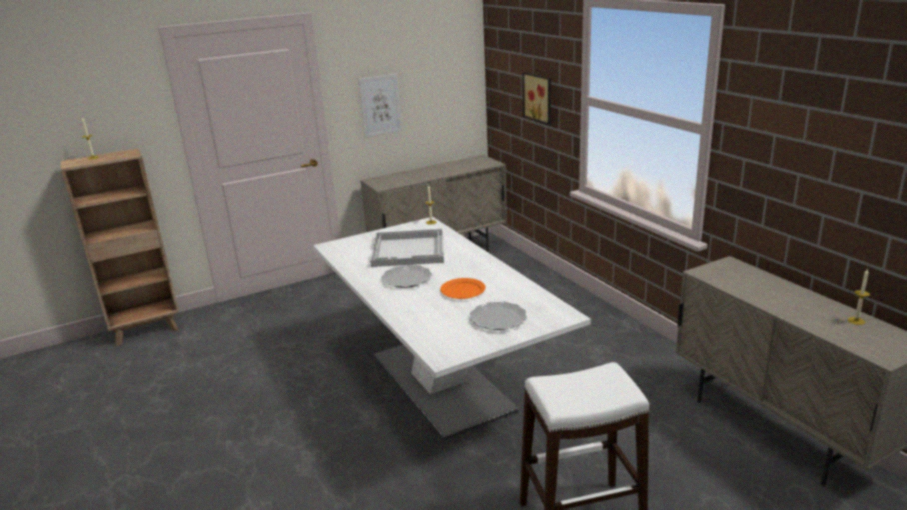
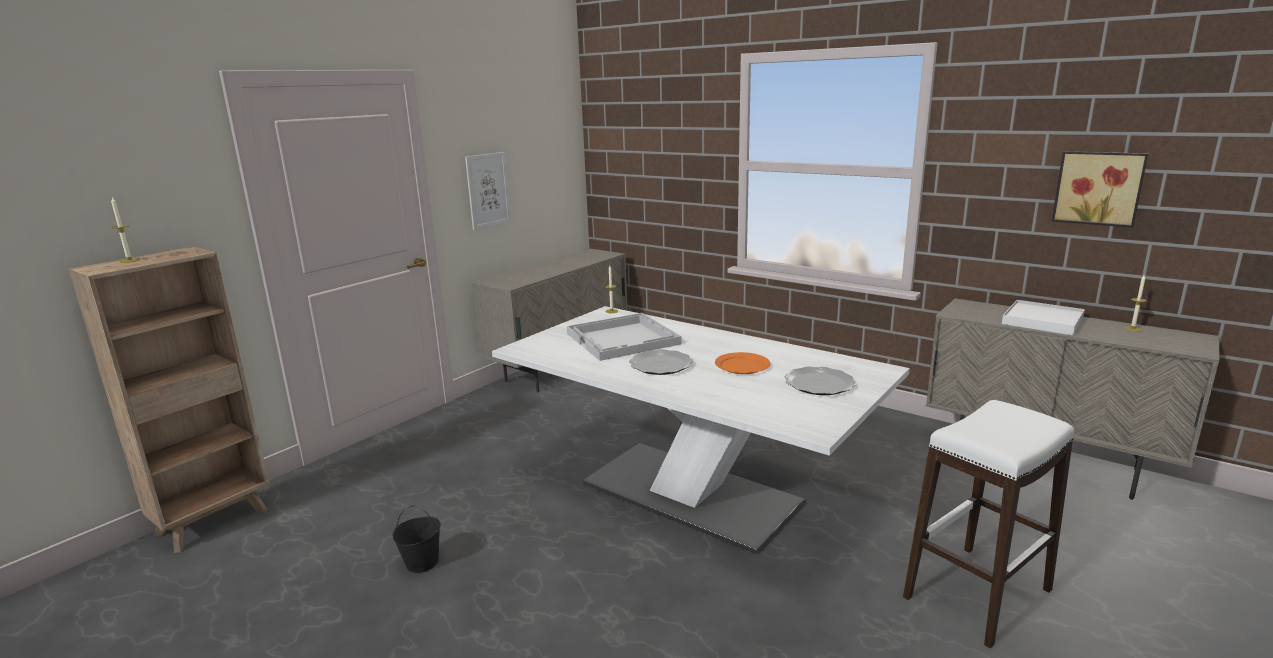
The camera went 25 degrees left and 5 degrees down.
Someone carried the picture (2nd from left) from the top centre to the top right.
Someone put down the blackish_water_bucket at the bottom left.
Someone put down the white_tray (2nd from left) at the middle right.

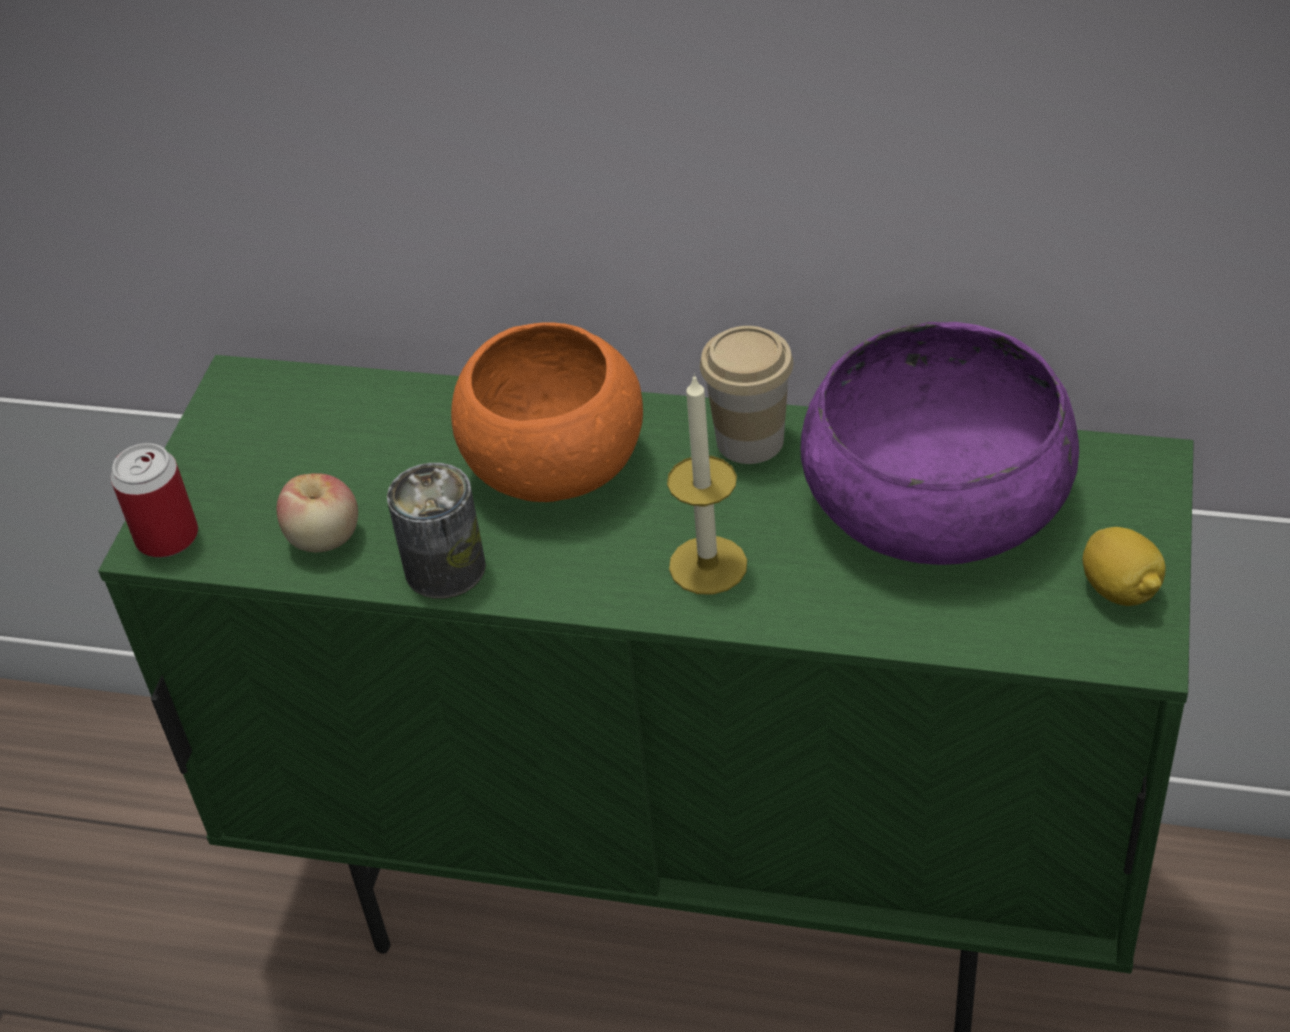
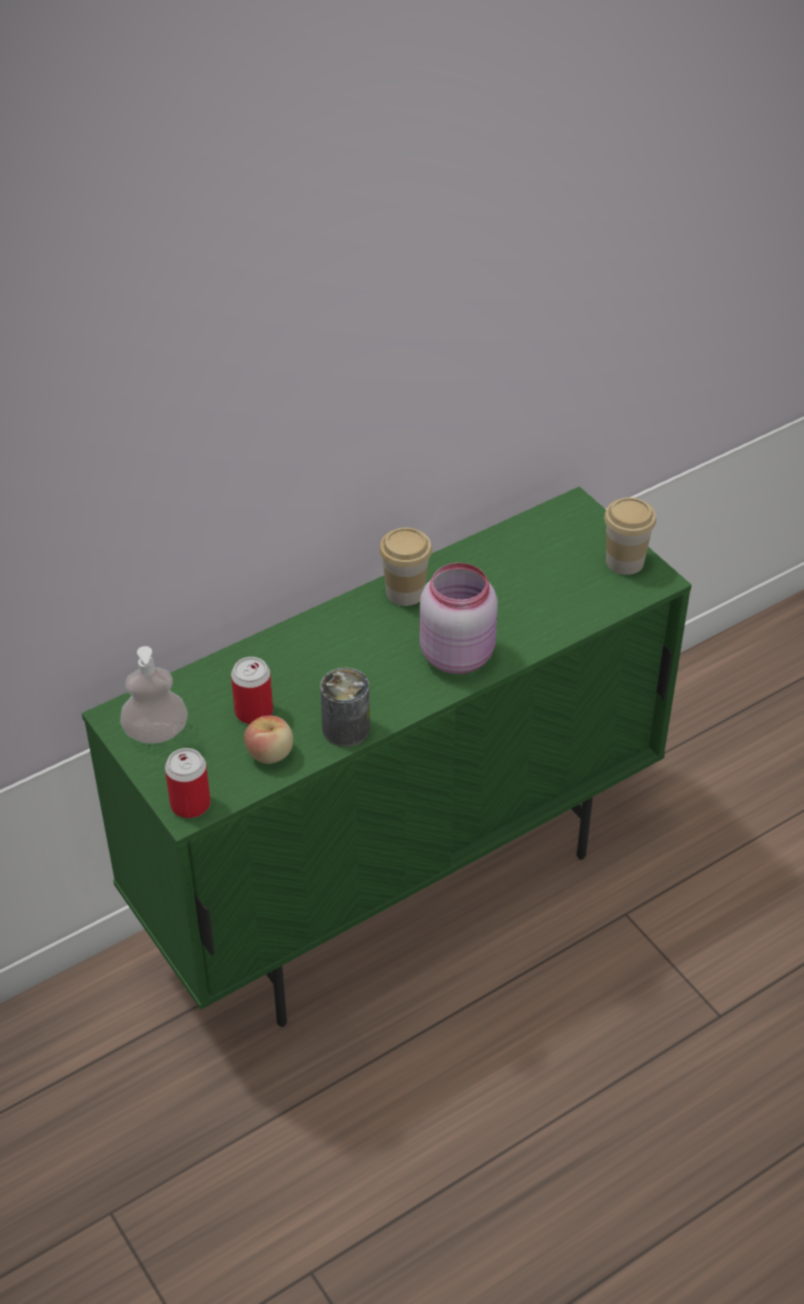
The camera went 50 degrees left and 0 degrees up.
Someone took away the orange-coloured_serving_bowl at the centre.
Someone swapped the wax_light at the centre for the pink-coloured_jar at the centre.
Someone took away the purplish_serving_bowl at the middle right.
Someone swapped the citrus_fruit at the middle right for the cup (2nd from left) at the middle right.
Someone put down the soap_bottle at the middle left.
Someone put down the sealed_can (2nd from left) at the middle left.

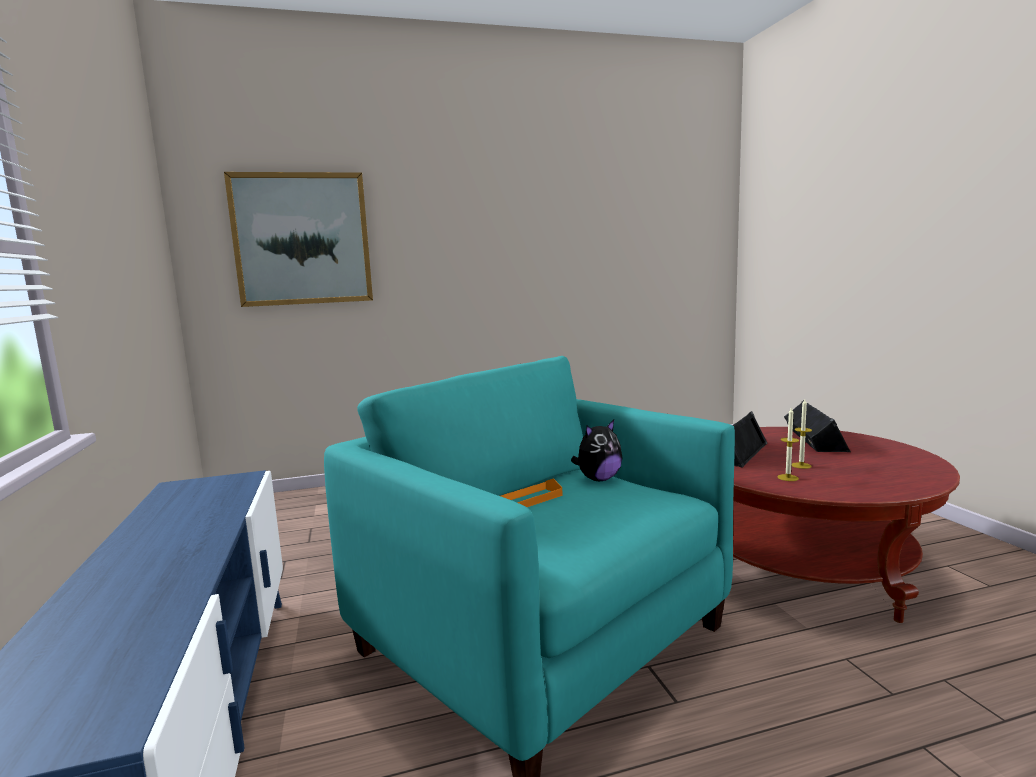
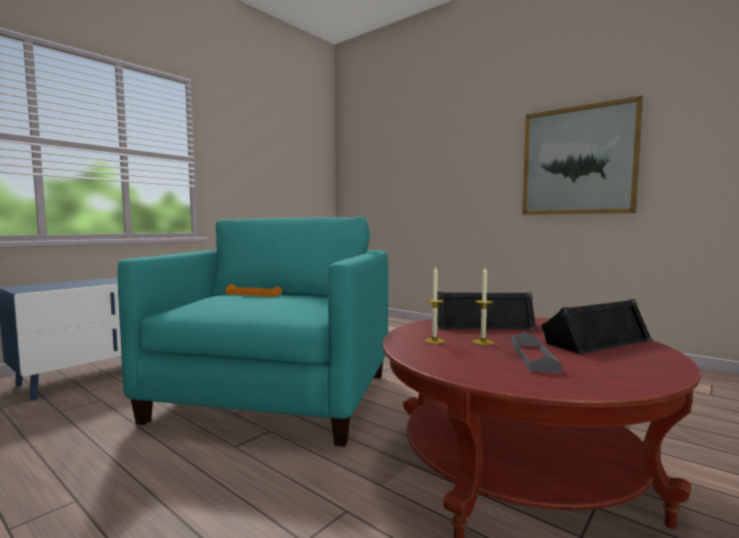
The camera went 55 degrees right and 5 degrees down.
Someone carried the picture from the top left to the top right.
Someone took away the soft_toy at the centre.
Someone put down the gray_tray at the middle right.

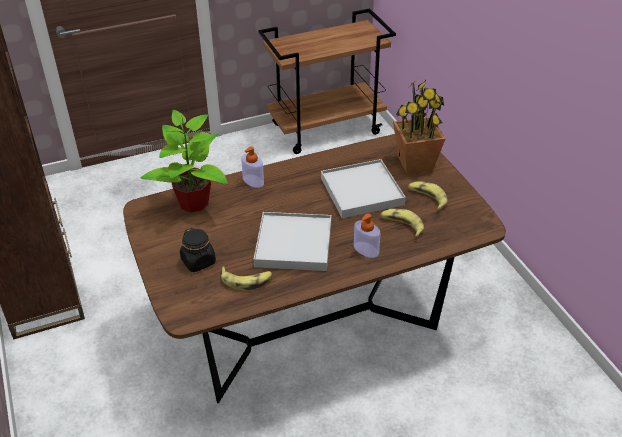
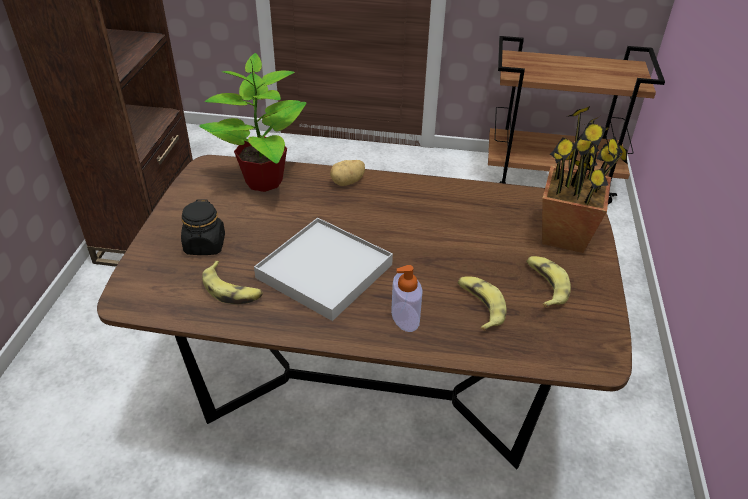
The camera went 30 degrees right and 0 degrees up.
Someone swapped the soap_bottle (1st from left) at the centre for the potato at the centre.
Someone took away the white_tray (2nd from left) at the centre.

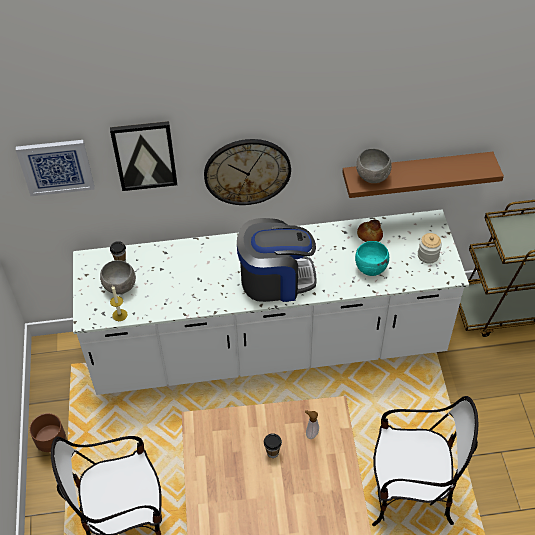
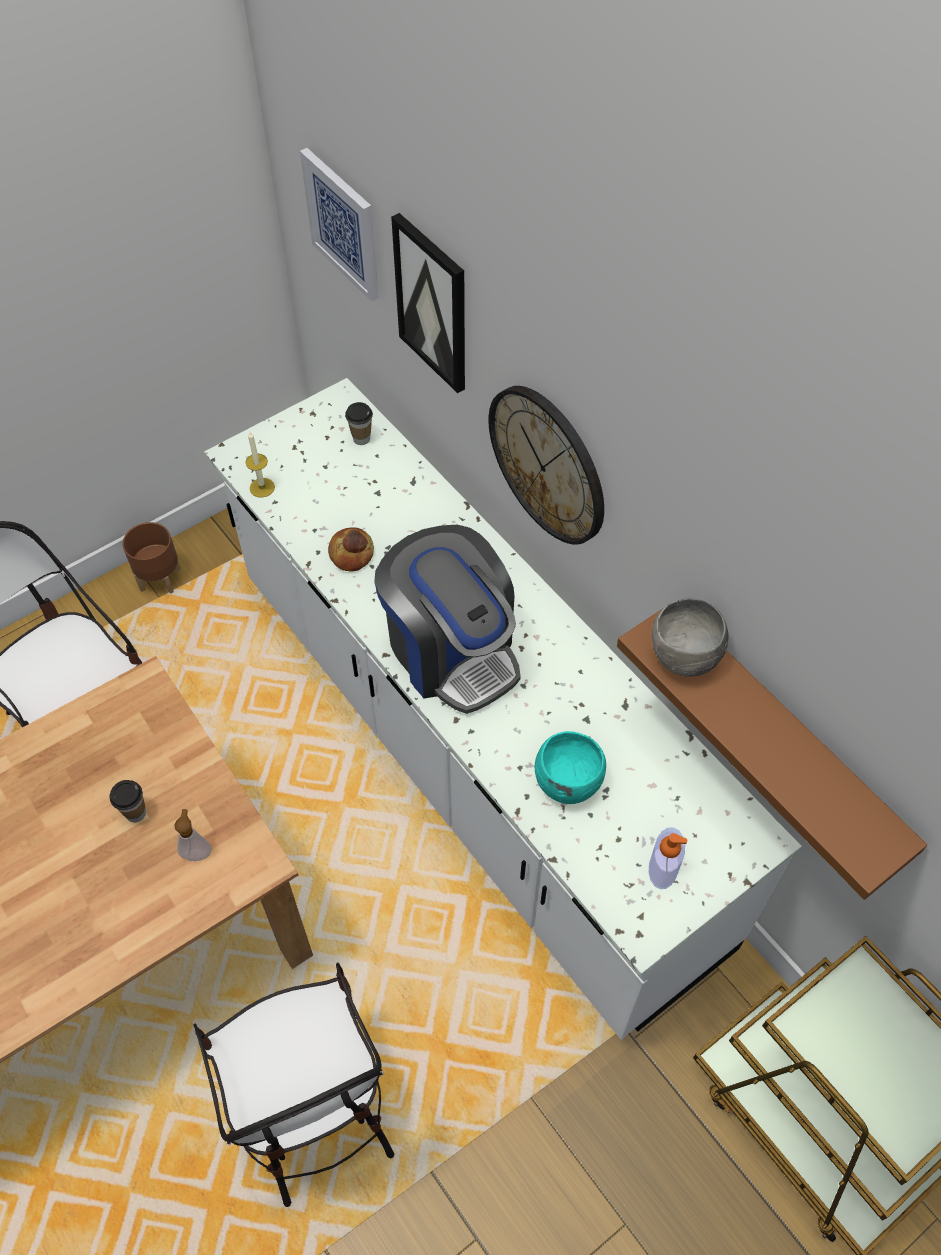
The camera went 60 degrees right and 5 degrees up.
Someone took away the gray_serving_bowl (1st from left) at the middle left.
Someone carried the bread from the middle right to the centre.
Someone swapped the jar at the middle right for the soap_bottle (2nd from left) at the bottom right.

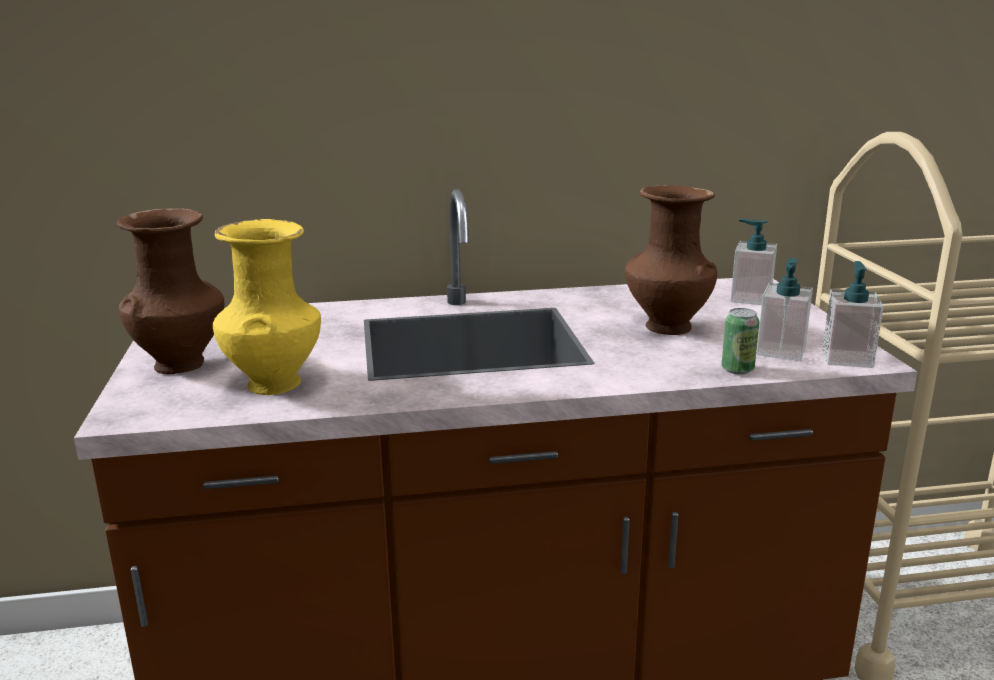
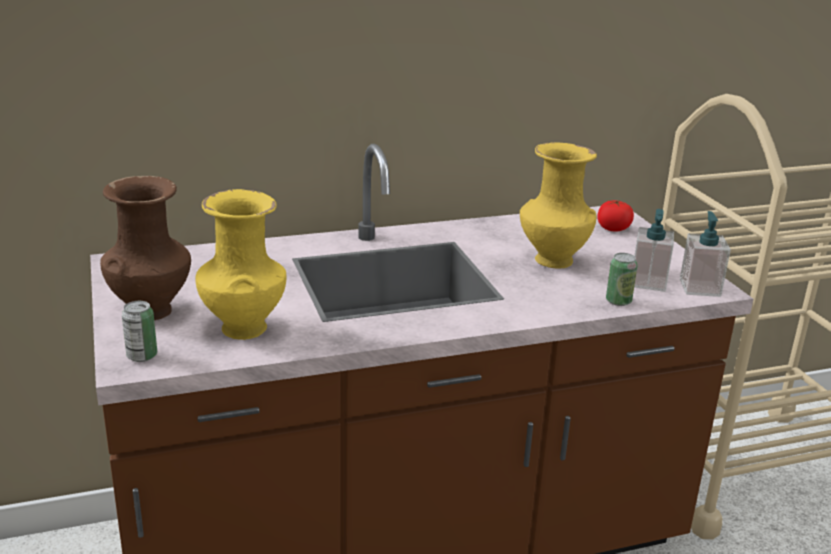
The camera went 10 degrees left and 5 degrees up.
Someone repainted the brownish_vase (2nd from left) at the middle right, which became the yellowish_vase (2nd from left) at the middle right.
Someone swapped the soap_bottle (1st from left) at the middle right for the fresh_tomato at the middle right.
Someone put down the sealed_can (1st from left) at the middle left.

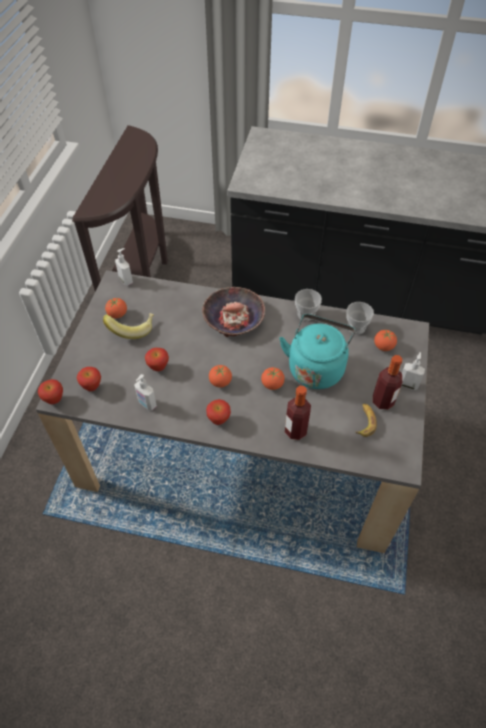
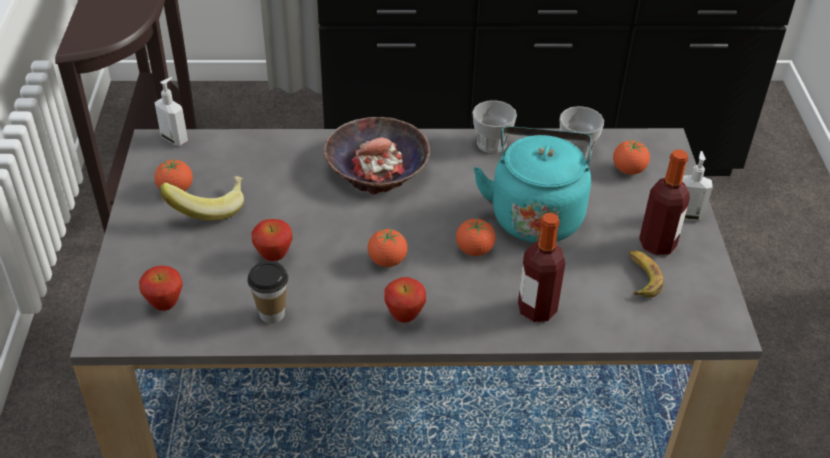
The camera went 15 degrees left and 10 degrees down.
Someone took away the whole_apple (1st from left) at the middle left.
Someone swapped the soap_bottle (2nd from left) at the middle left for the cup (1st from left) at the middle left.

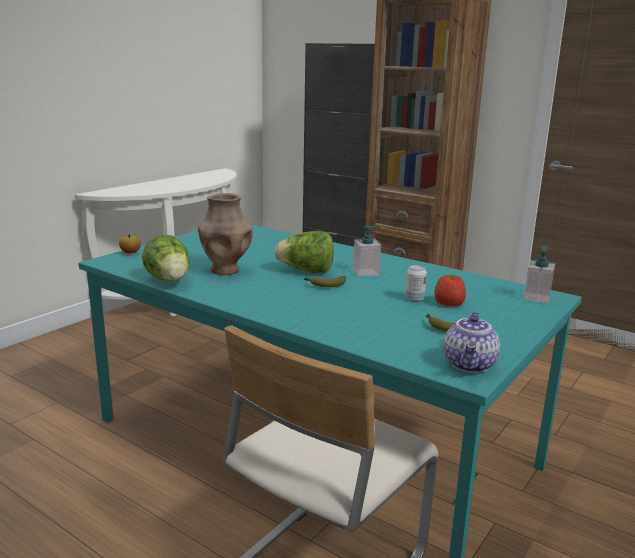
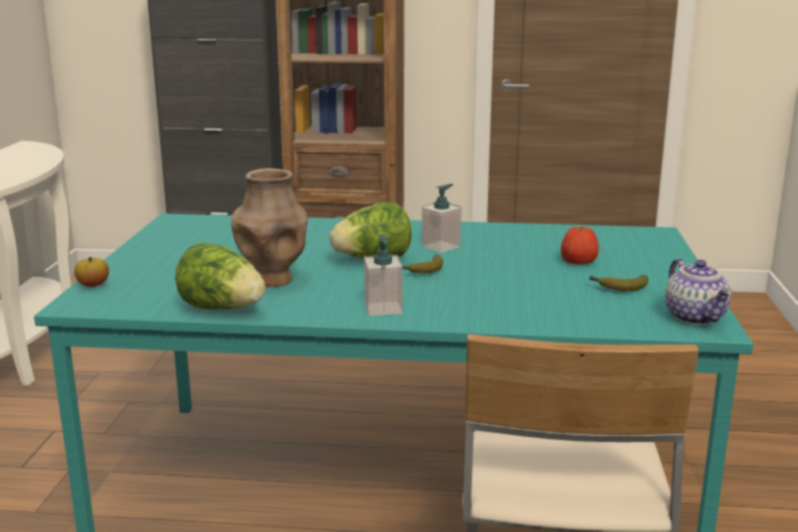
The camera went 30 degrees left and 0 degrees up.
Someone took away the sealed_can at the centre.
Someone carried the soap_bottle (2nd from left in the first image) from the middle right to the centre.

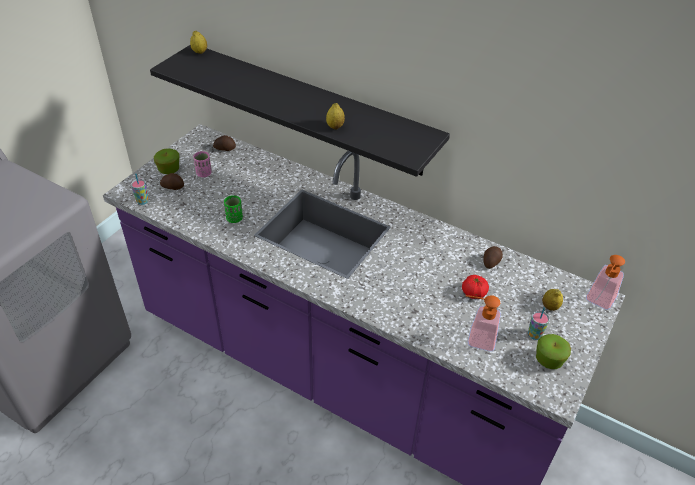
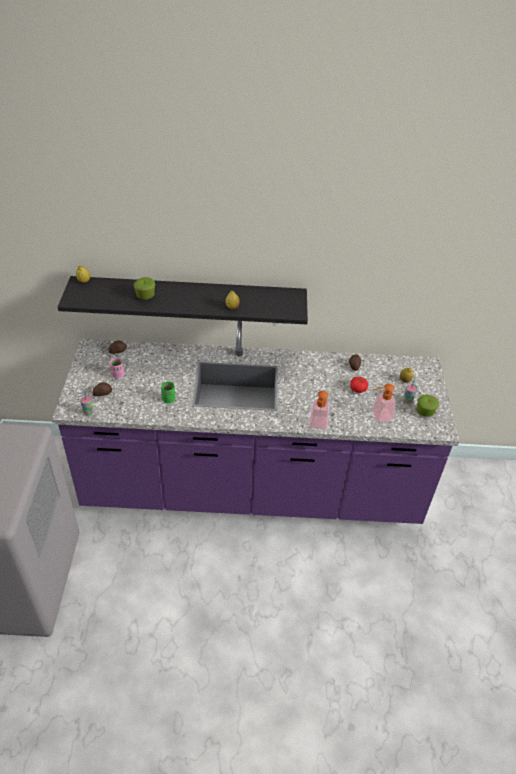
The camera went 30 degrees left and 0 degrees up.
Someone carried the whole_apple (1st from left) from the top left to the middle left.
Someone carried the soap_bottle (2nd from left in the first image) from the middle right to the centre.

